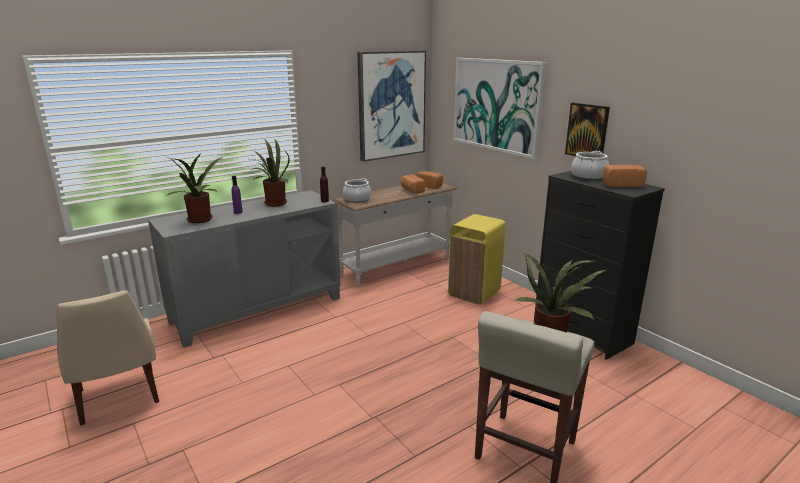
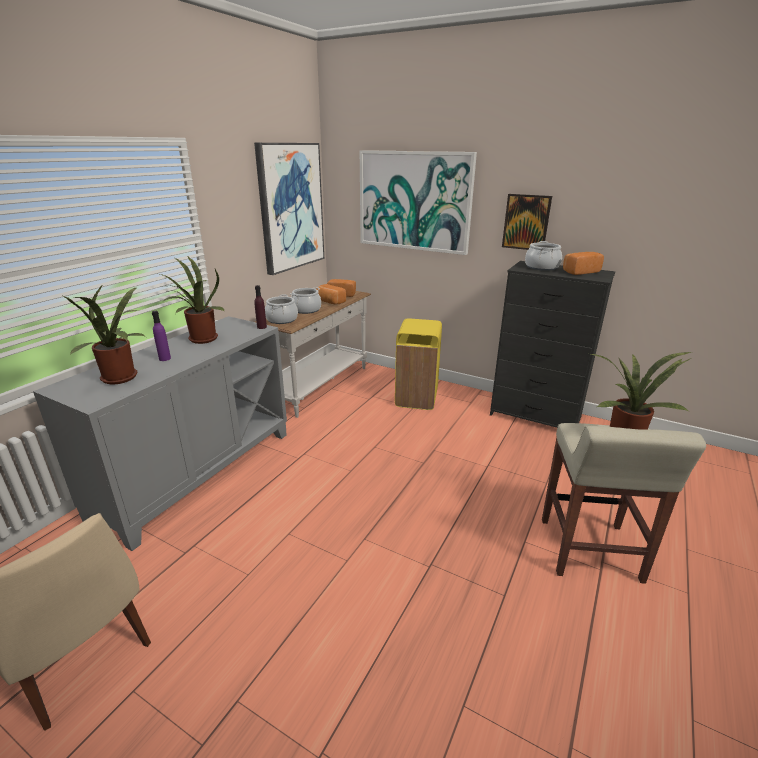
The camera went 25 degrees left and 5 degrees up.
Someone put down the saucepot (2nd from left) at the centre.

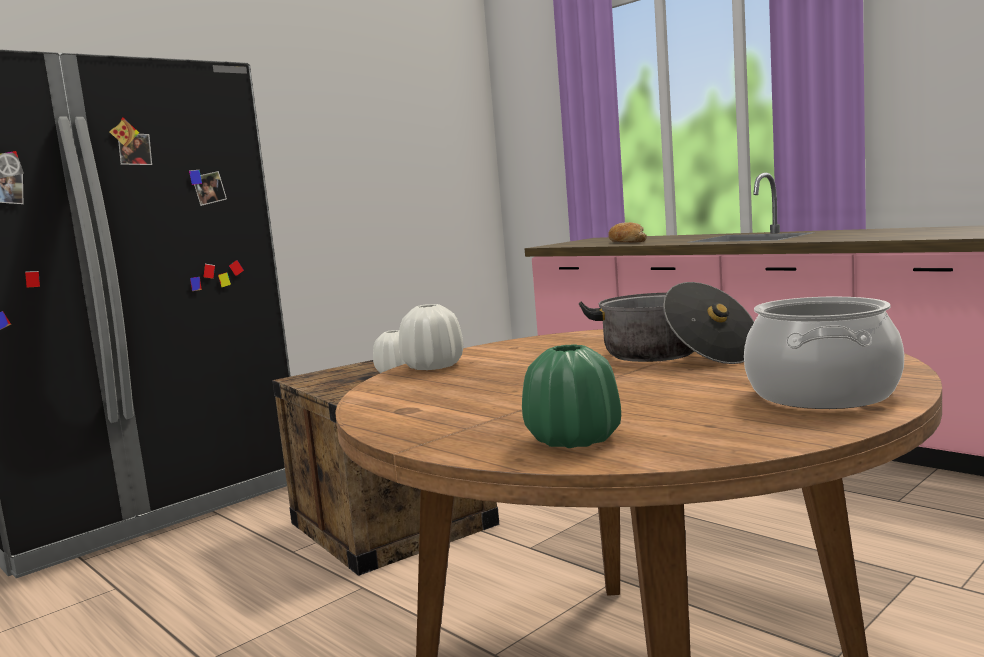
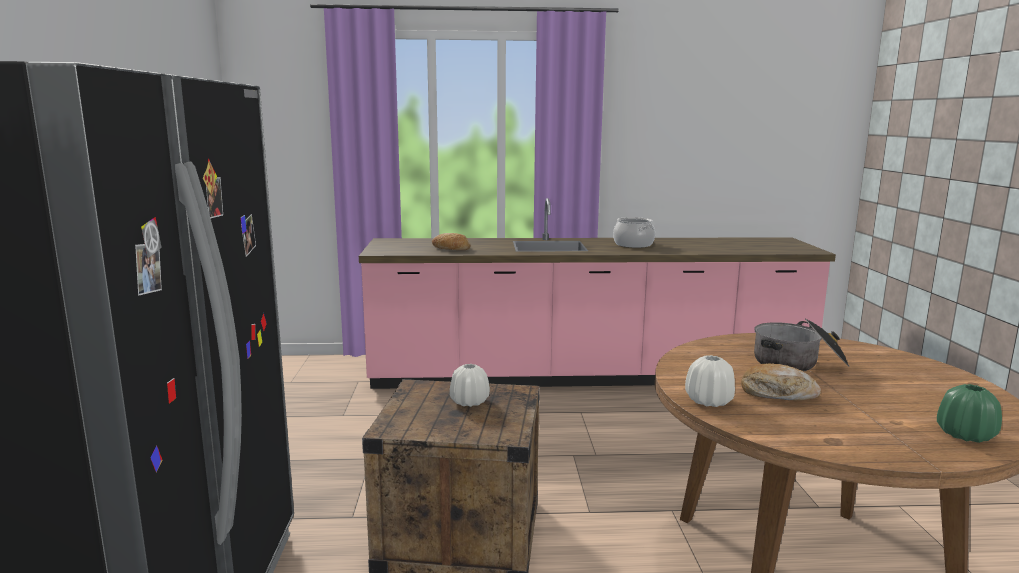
The camera went 50 degrees left and 5 degrees up.
Someone carried the saucepot (2nd from left in the first image) from the middle right to the centre.
Someone put down the bread (2nd from left) at the bottom right.

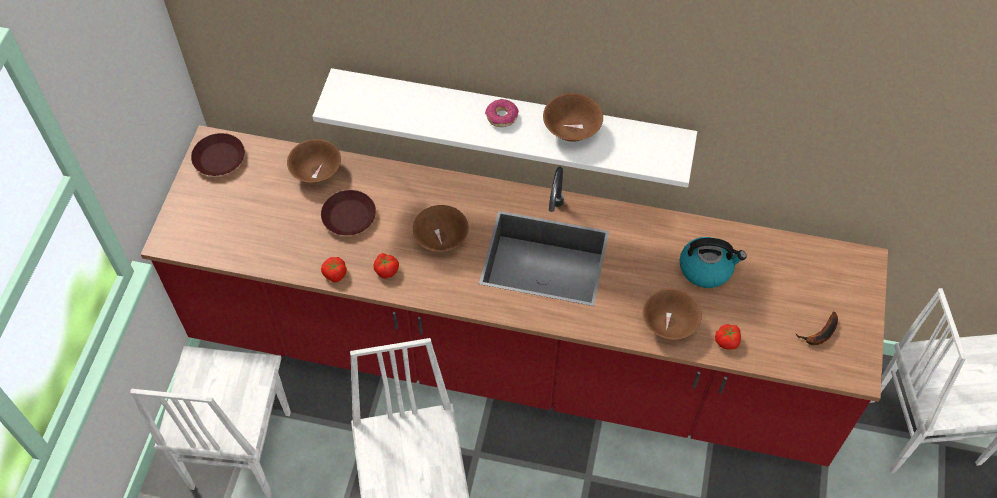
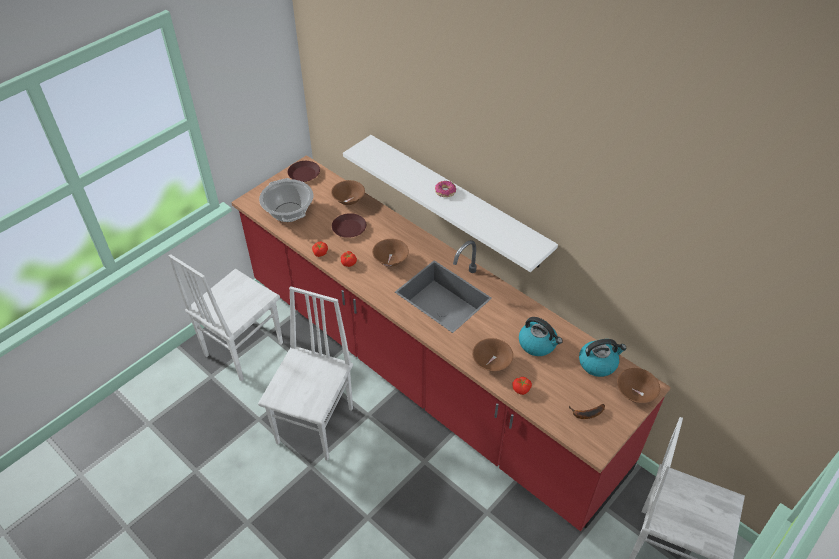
The camera went 30 degrees right and 10 degrees down.
Someone carried the brownish_serving_bowl (3rd from left in the first image) from the top centre to the bottom right.
Someone put down the saucepot at the centre.
Someone put down the kettle (2nd from left) at the middle right.

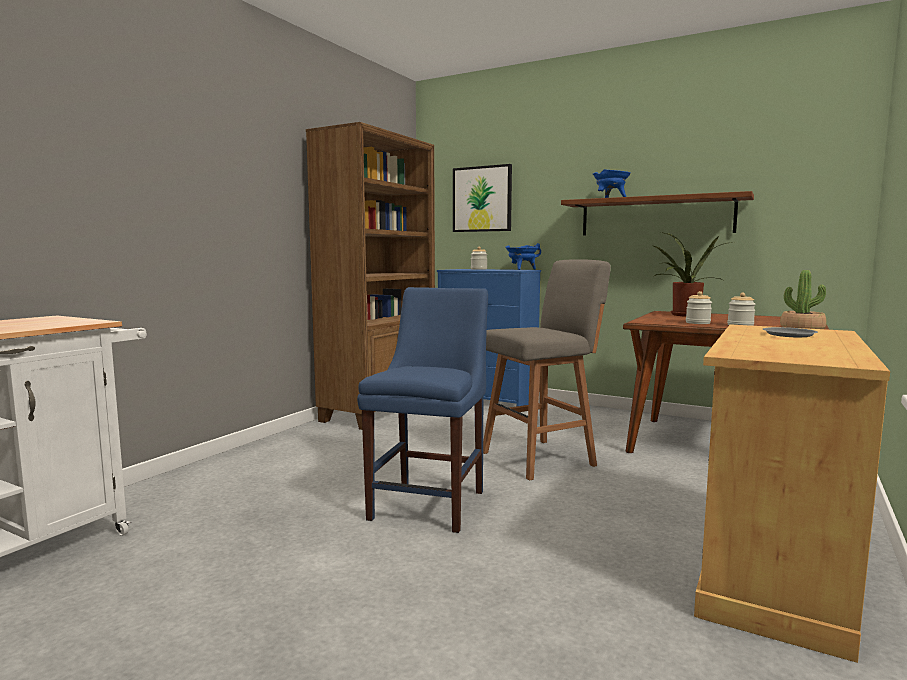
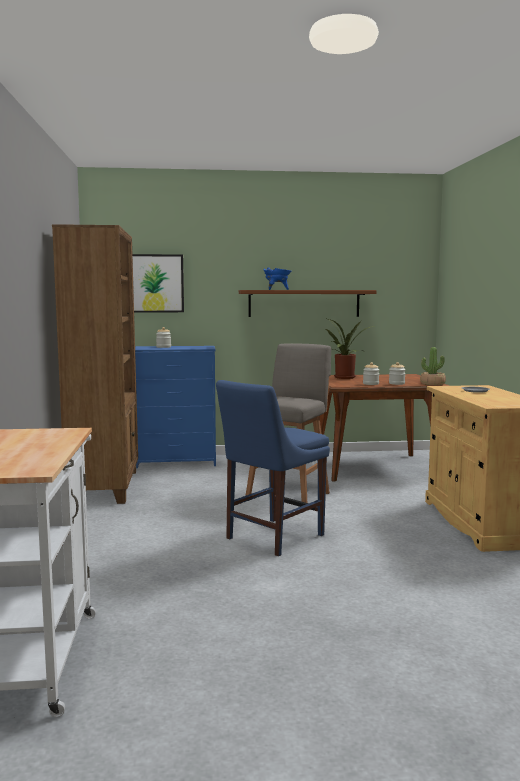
The camera went 35 degrees left and 0 degrees up.
Someone rotated the blue_chair at the centre by 120 degrees counterclockwise.
Someone took away the blue_saucepot (1st from left) at the centre.

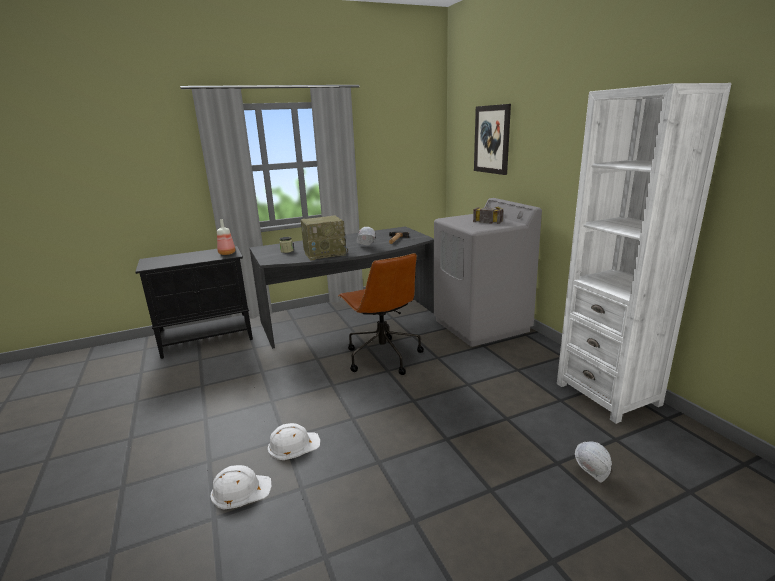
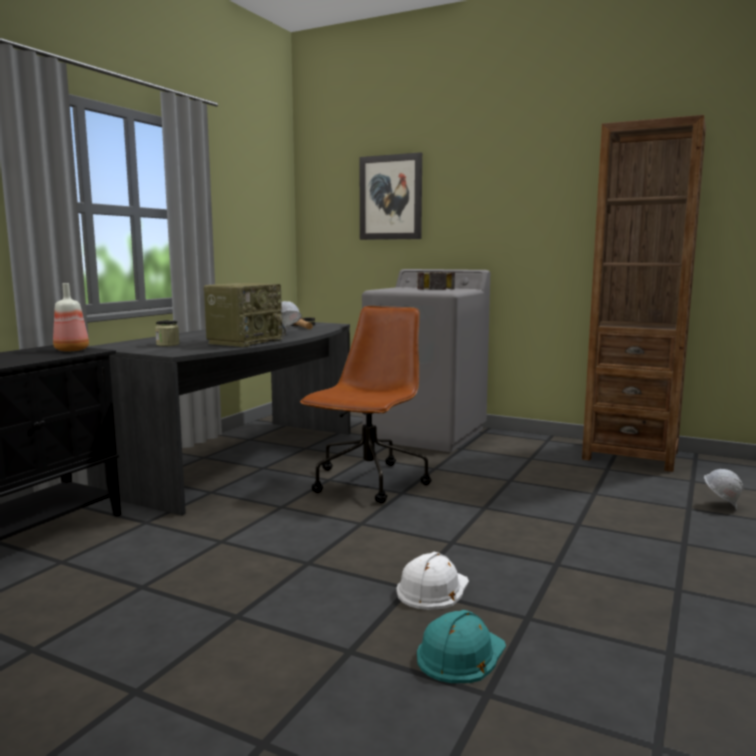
The camera went 40 degrees left and 10 degrees down.
Someone repainted the white_hard_hat (1st from left) at the bottom left, which became the turquoise_hard_hat at the bottom centre.
Someone rotated the brownish_office_chair at the centre by 90 degrees counterclockwise.
Someone repainted the white_shelving_unit at the middle right, which became the brownish_shelving_unit at the middle right.

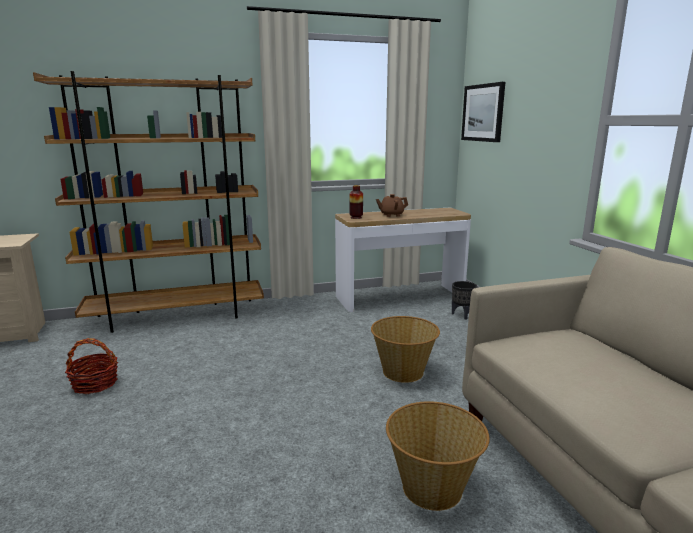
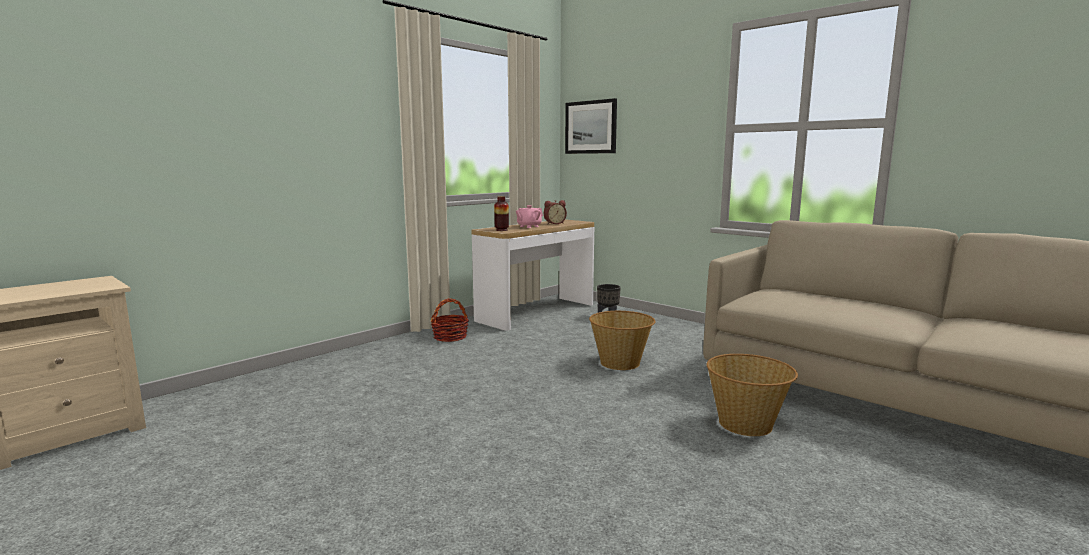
The camera went 30 degrees left and 5 degrees down.
Someone took away the brownish_shelving_unit at the middle left.
Someone carried the storage_basket (1st from left) from the bottom left to the centre.
Someone repainted the brownish_teapot at the centre, which became the pink-coloured_teapot at the centre.
Someone put down the table_clock at the centre.

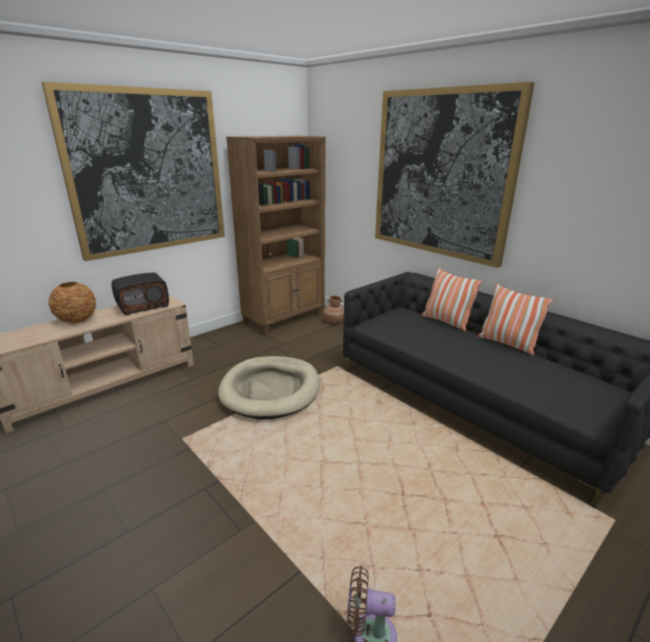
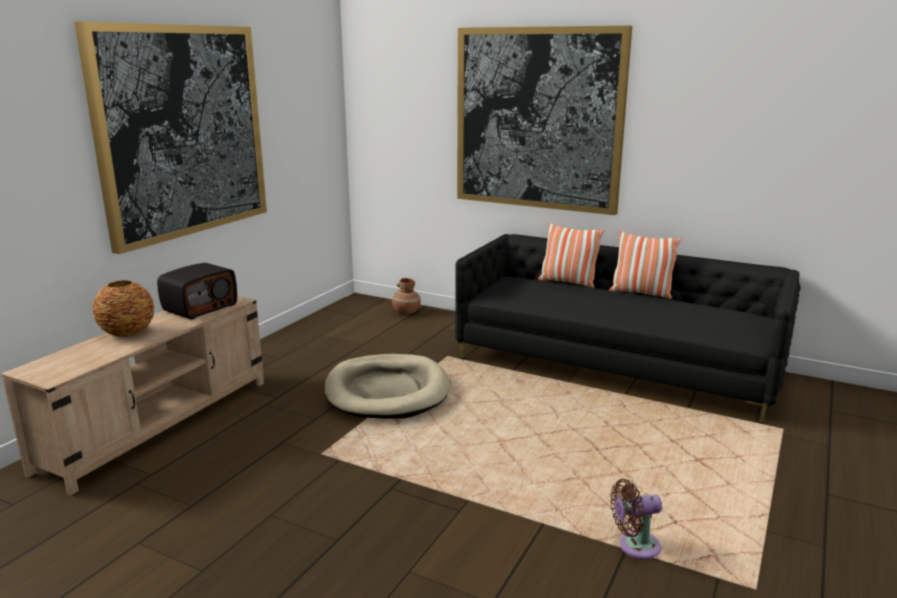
The camera went 20 degrees left and 5 degrees down.
Someone took away the brownish_shelving_unit at the centre.

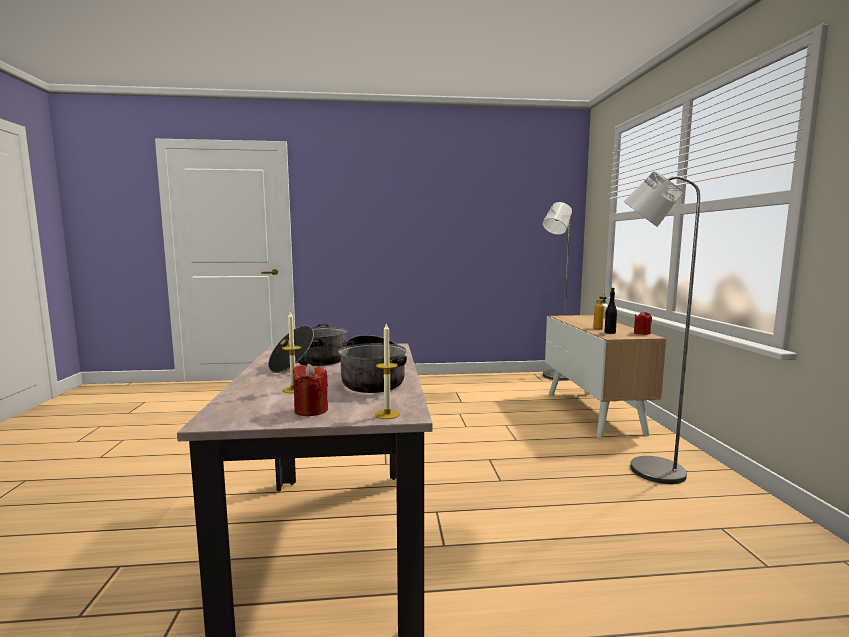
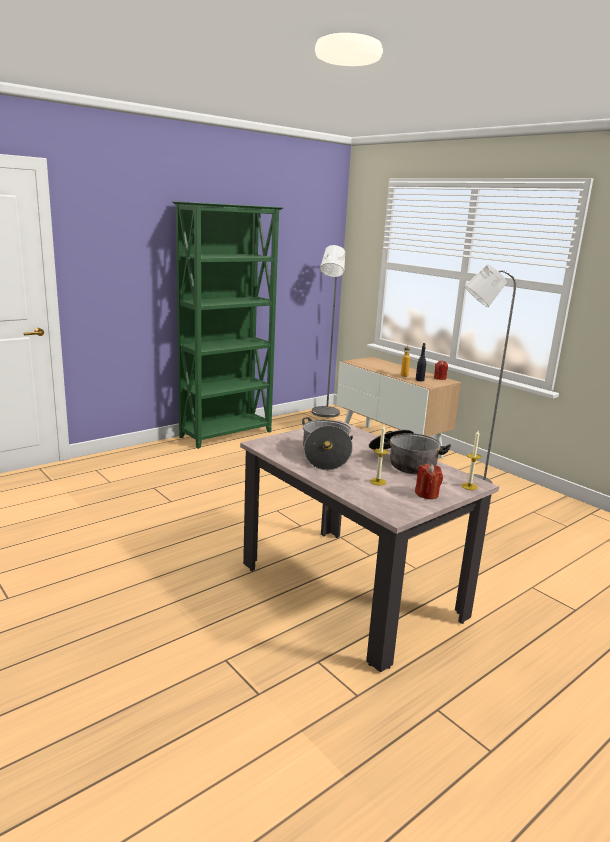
The camera went 35 degrees left and 10 degrees up.
Someone put down the green_shelving_unit at the centre.

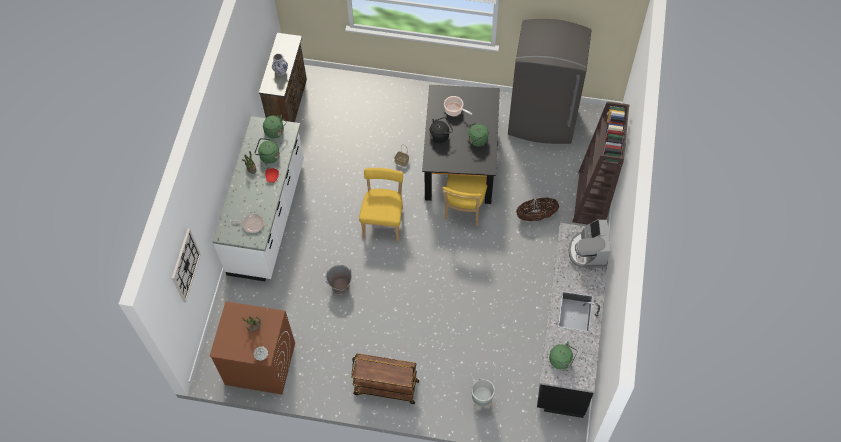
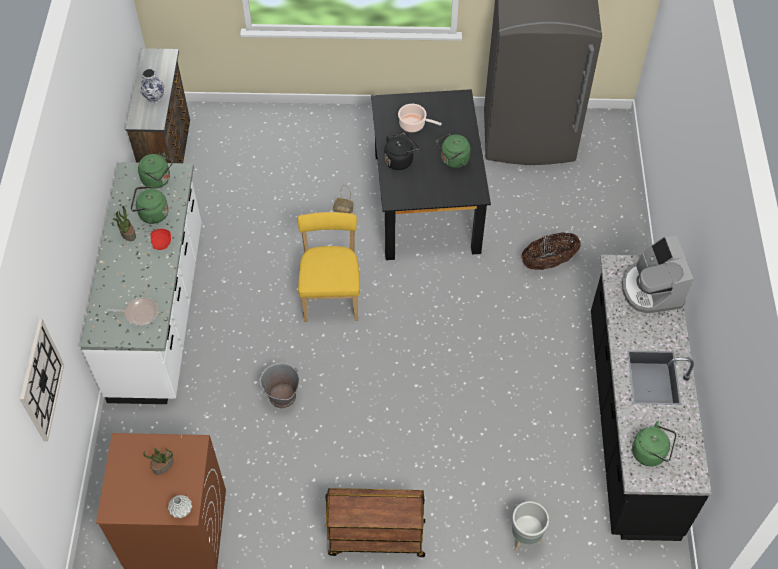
The camera went 10 degrees left and 5 degrees down.
Someone took away the yellowish_chair (2nd from left) at the centre.
Someone took away the brownish_shelving_unit at the middle right.

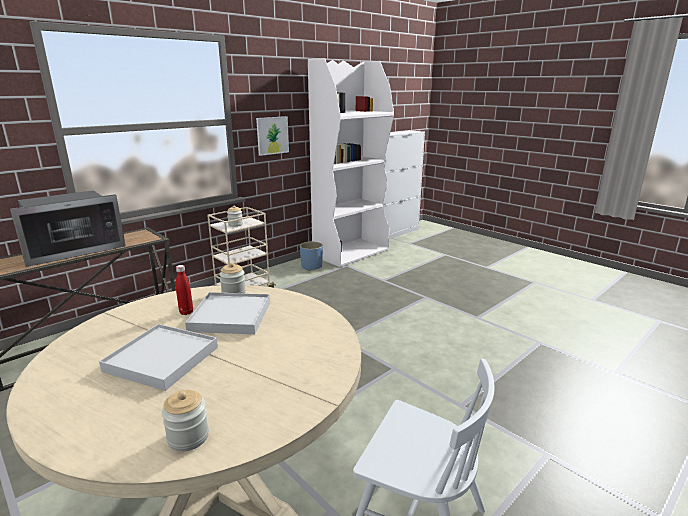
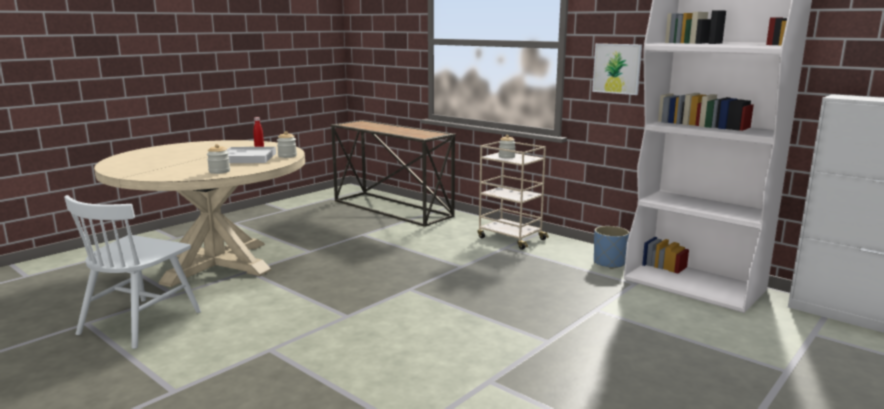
The camera went 85 degrees right and 5 degrees down.
Someone took away the kitchen_microwave at the middle left.
Someone took away the white_tray (1st from left) at the bottom left.
Someone carried the jar (1st from left) from the bottom left to the middle left.

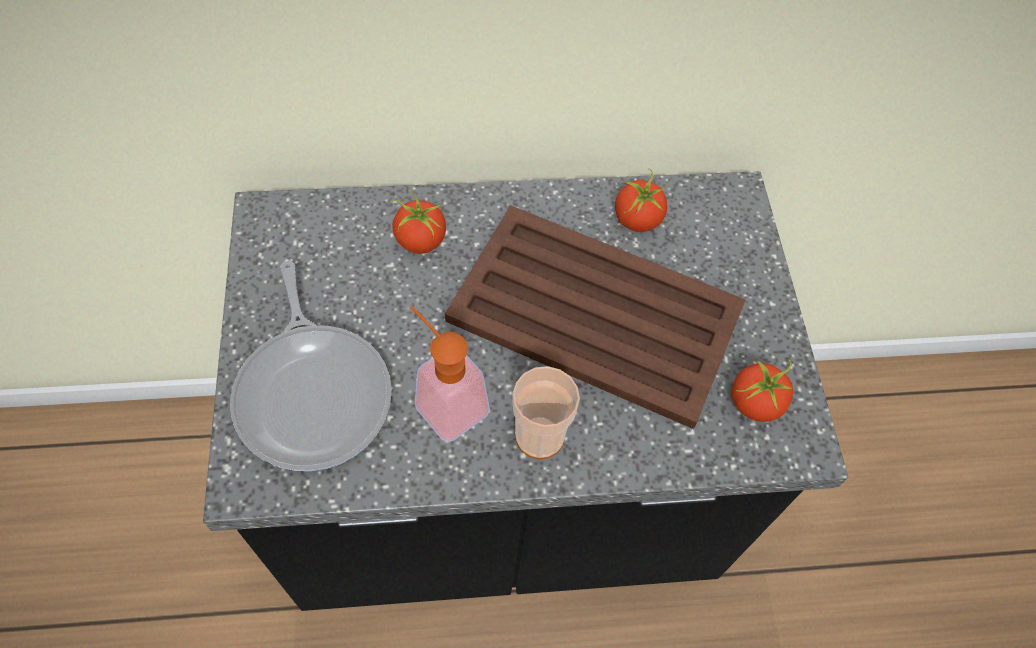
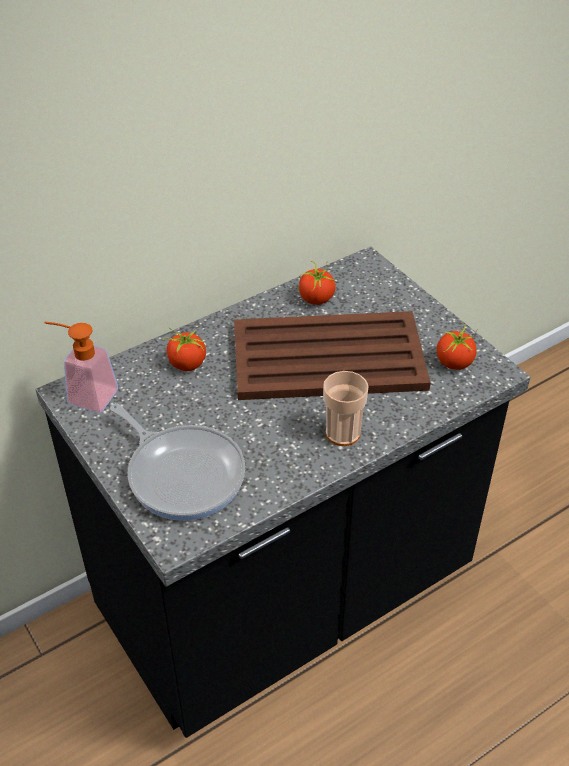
The camera went 25 degrees left and 15 degrees down.
Someone carried the soap_bottle from the centre to the middle left.

